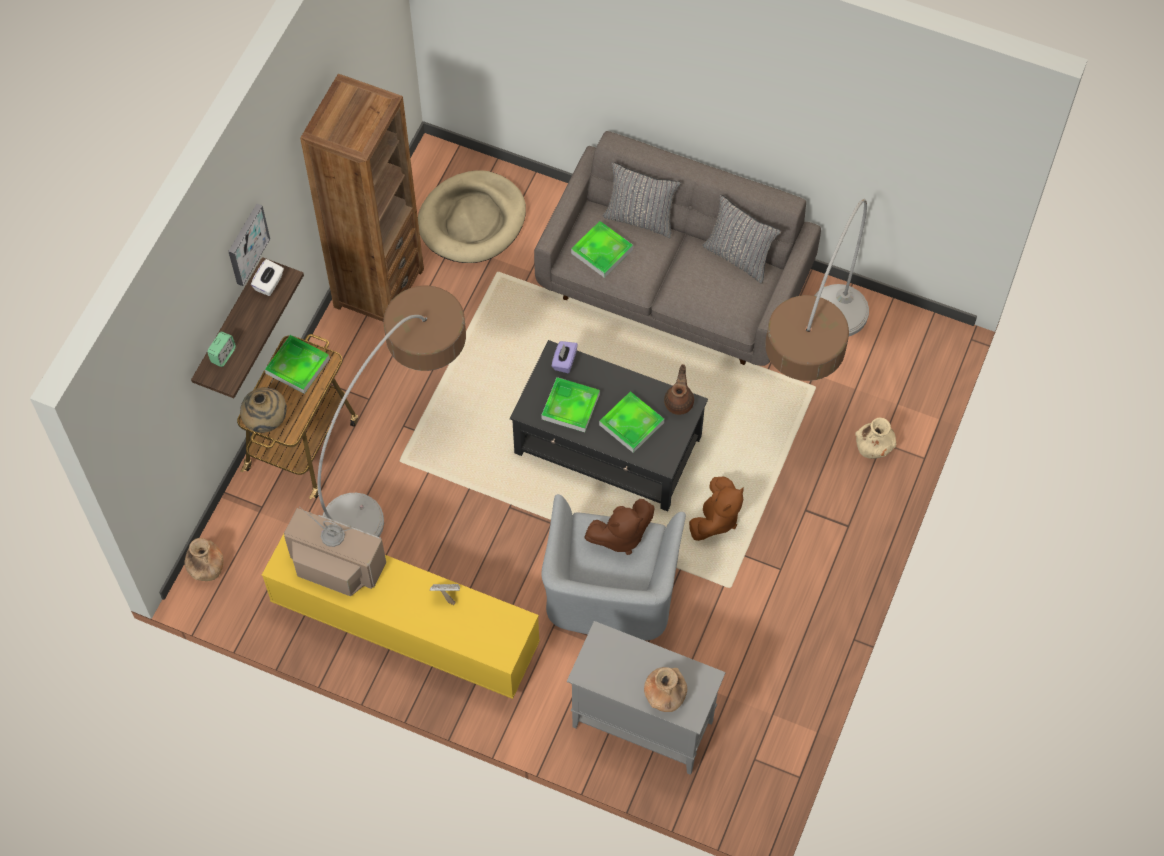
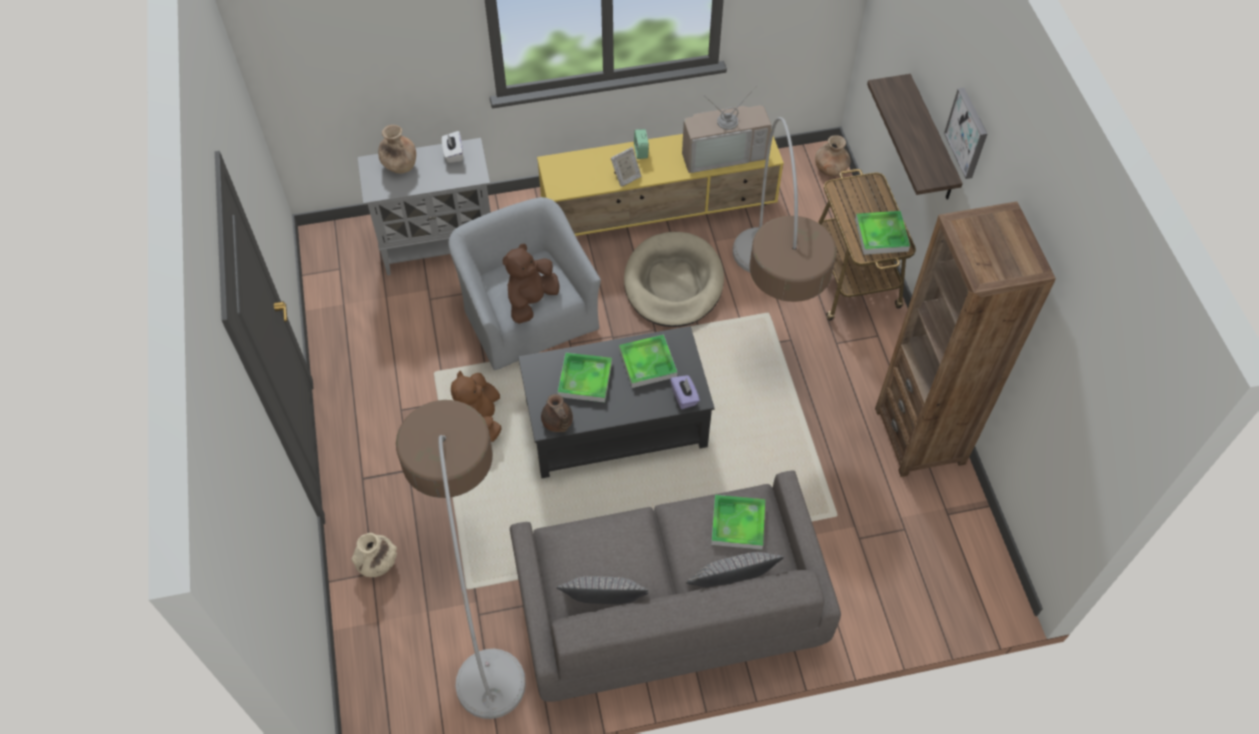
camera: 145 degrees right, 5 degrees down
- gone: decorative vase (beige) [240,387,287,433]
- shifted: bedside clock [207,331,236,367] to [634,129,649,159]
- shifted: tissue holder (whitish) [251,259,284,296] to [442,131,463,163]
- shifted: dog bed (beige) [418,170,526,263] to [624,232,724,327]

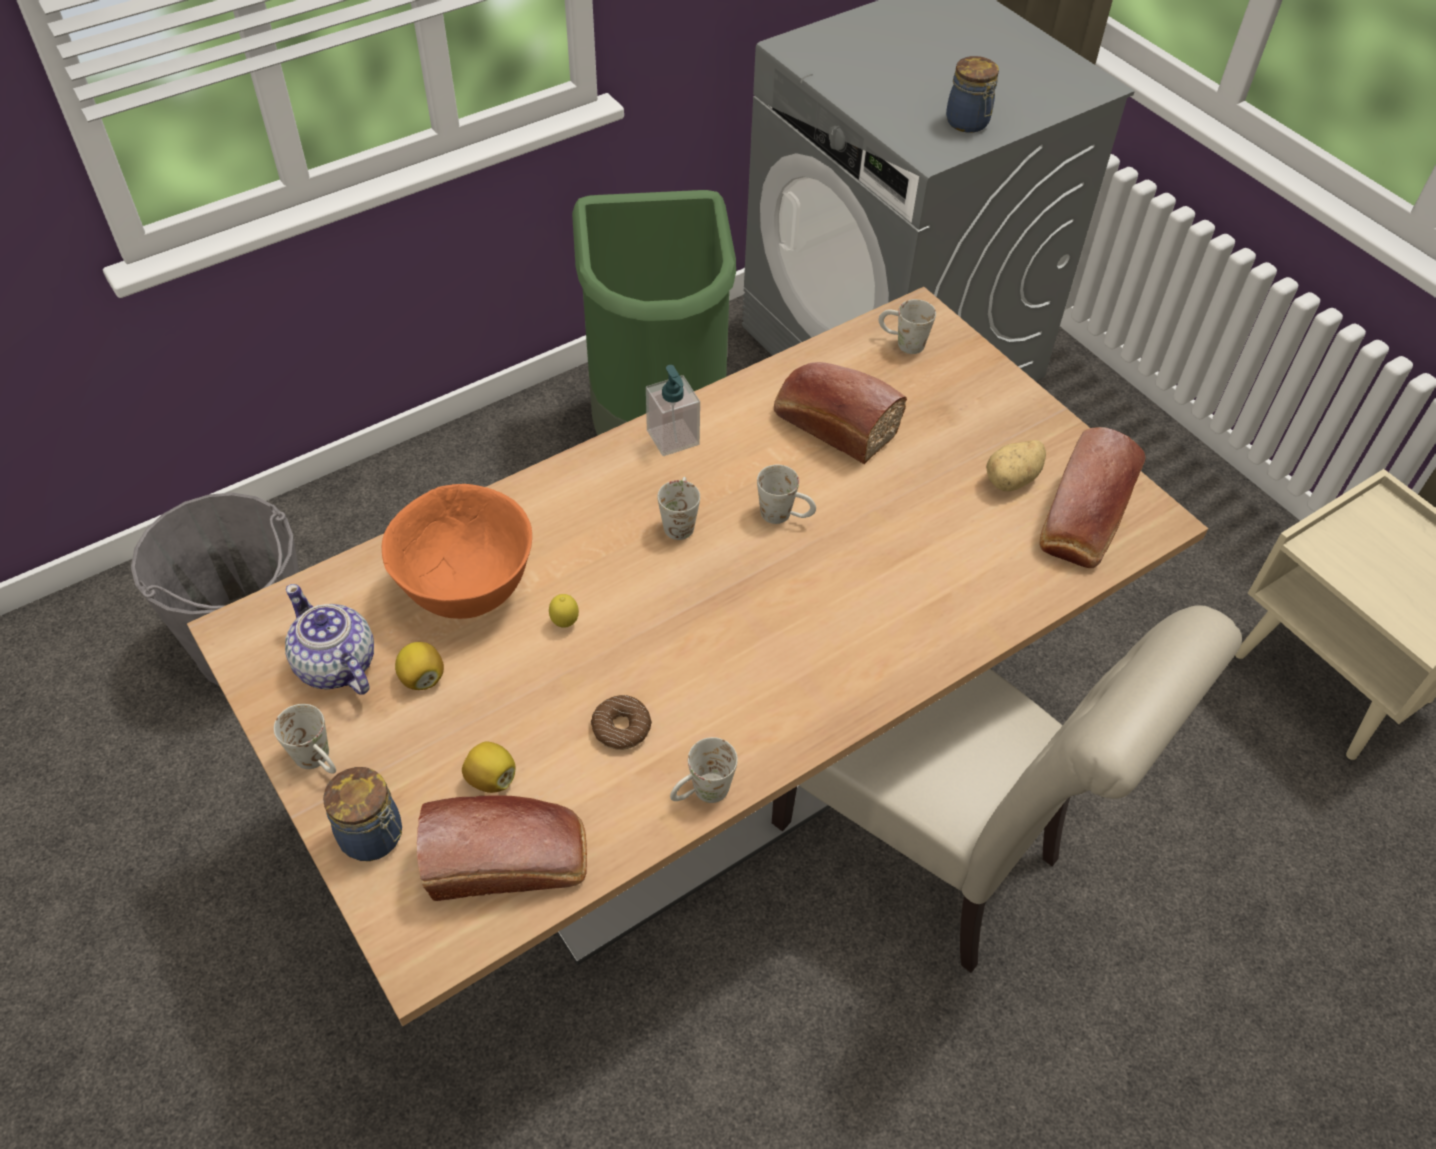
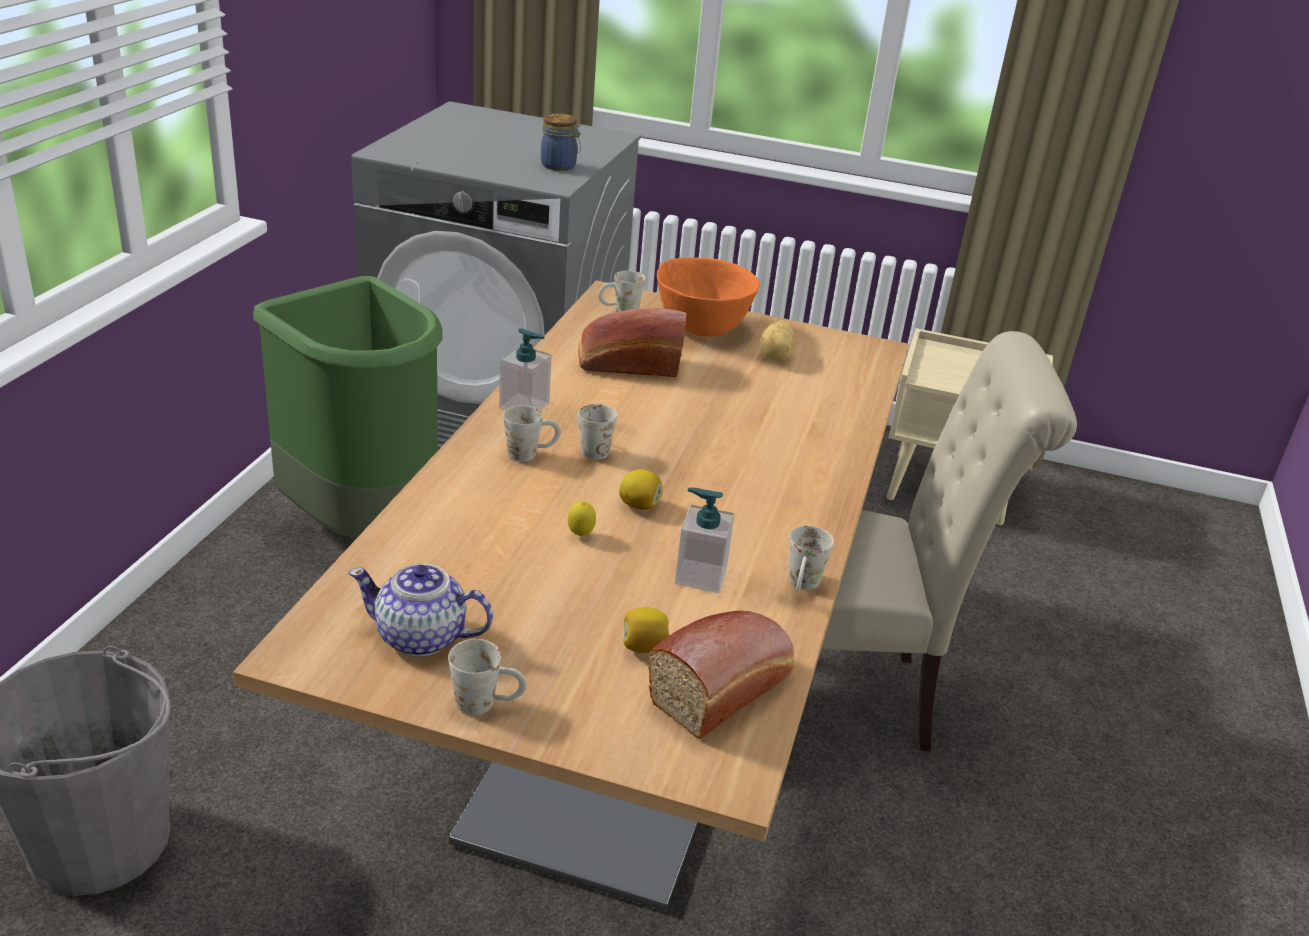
camera: 40 degrees left, 20 degrees down
- gone: storage jar [323,767,402,861]
- gone: bakery bread [1039,427,1146,568]
- shifted: bowl (orangey) [382,484,532,619] to [657,257,760,337]
- shifted: lemon [395,642,444,690] to [619,469,663,510]
- shifted: tea mug (whitish) [757,465,816,524] to [503,405,561,462]
- swapped: doughnut [591,695,652,750] to liquid soap bottle [675,488,735,593]

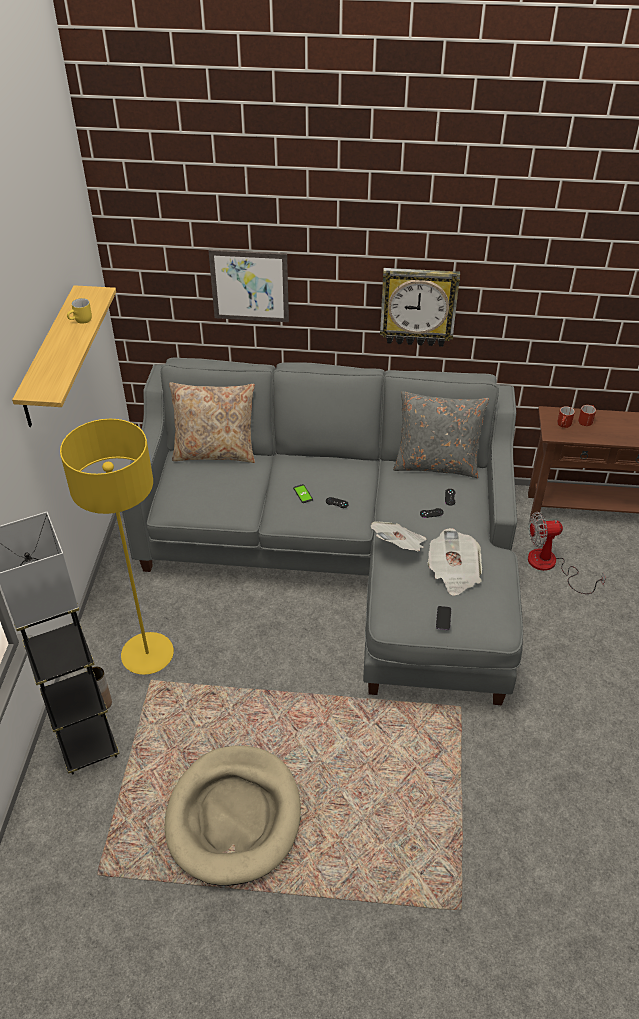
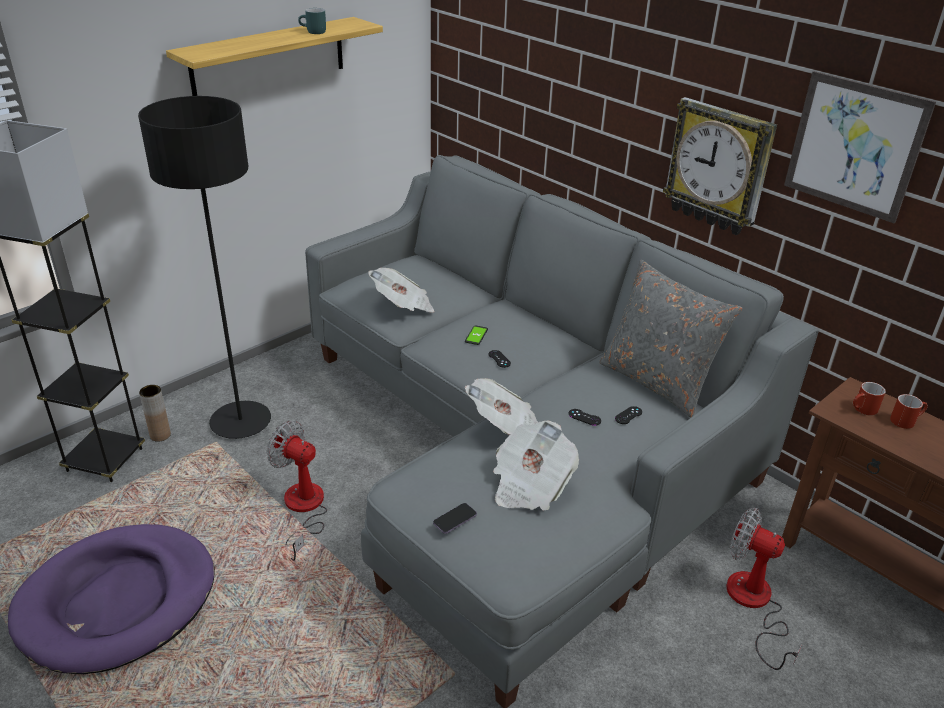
camera: 40 degrees right, 10 degrees down
- gone: throw pillow (beige) [169,382,255,463]
- new: fan [266,421,327,561]
- new: printed paper [368,268,435,312]
- shifted: wall picture [209,250,289,322] to [784,71,936,223]
- repainted: floor lamp (yellow) [60,419,174,675] to floor lamp (black-coloured) [138,96,271,439]
- repainted: tea mug (yellow) [67,298,92,324] to tea mug (turquoise-coloured) [298,8,326,34]
- repainted: dog bed (beige) [164,746,301,886] to dog bed (purple-coloured) [8,524,215,674]

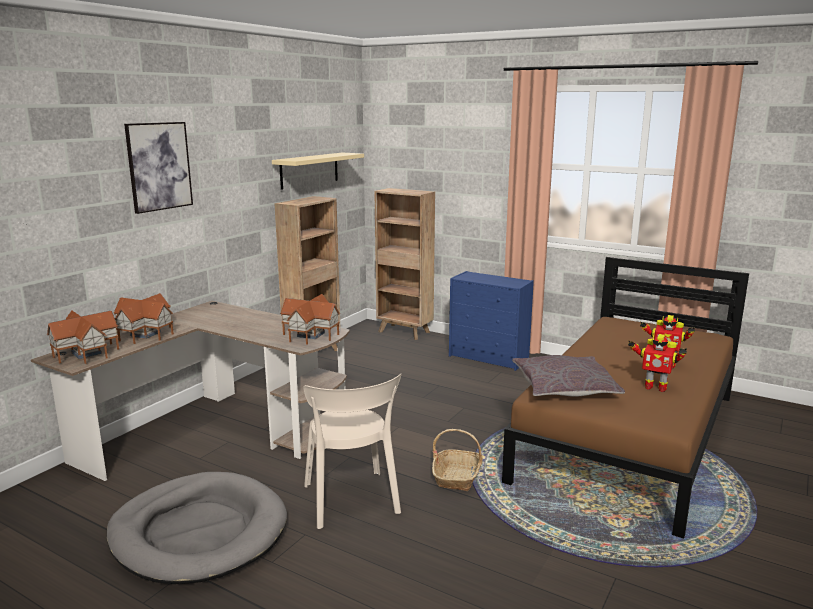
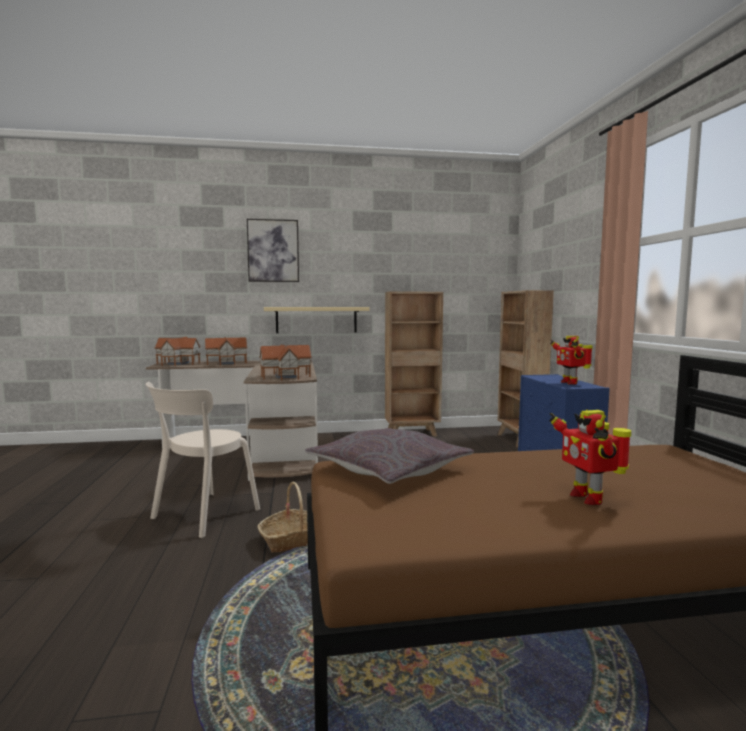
camera: 50 degrees right, 10 degrees down
- gone: dog bed (grey) [107,472,287,584]
- shifted: bracket shelf (beige) [272,153,364,190] to [264,307,370,333]
- shifted: model robot [628,334,687,392] to [550,336,593,385]

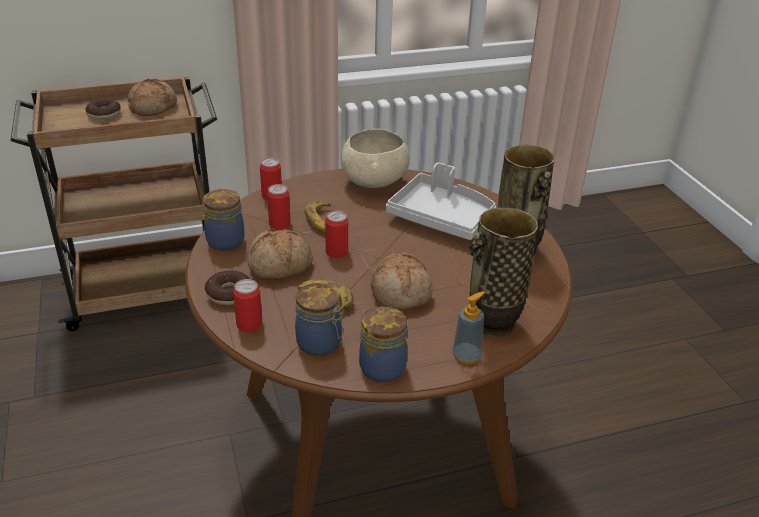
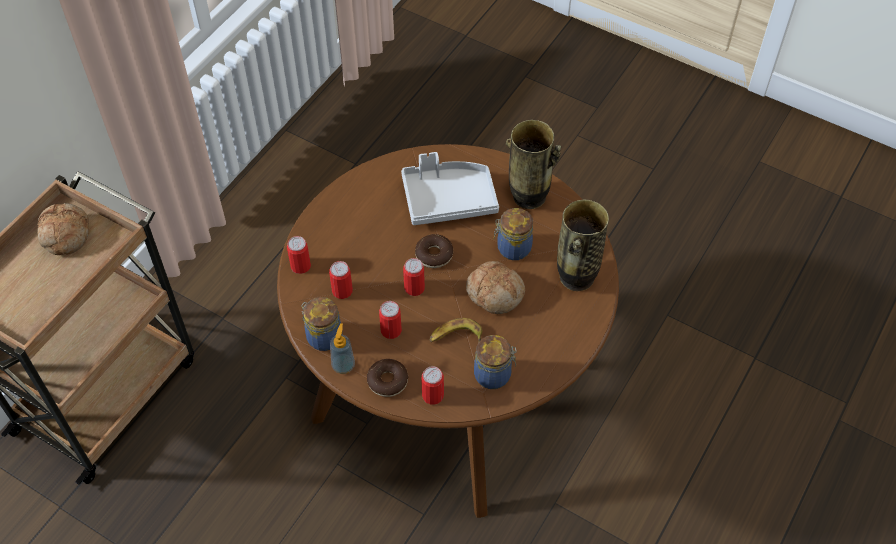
camera: 40 degrees left, 20 degrees up
- gone: banana [304,200,331,233]
- gone: bowl (beige) [341,129,410,188]
- shifted: doughnut [85,98,121,120] to [415,234,453,268]
- shifted: storage jar [359,307,407,382] to [494,208,533,260]
- shifted: liquid soap bottle [452,291,486,365] to [330,323,355,374]
- swapped: bakery bread [247,229,313,280] to can [379,301,402,339]

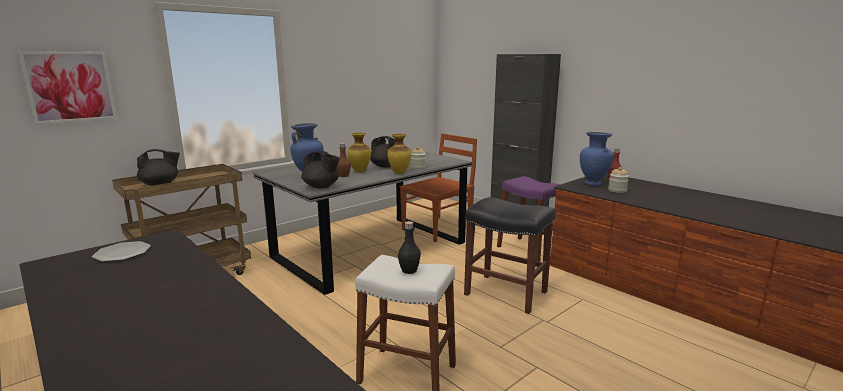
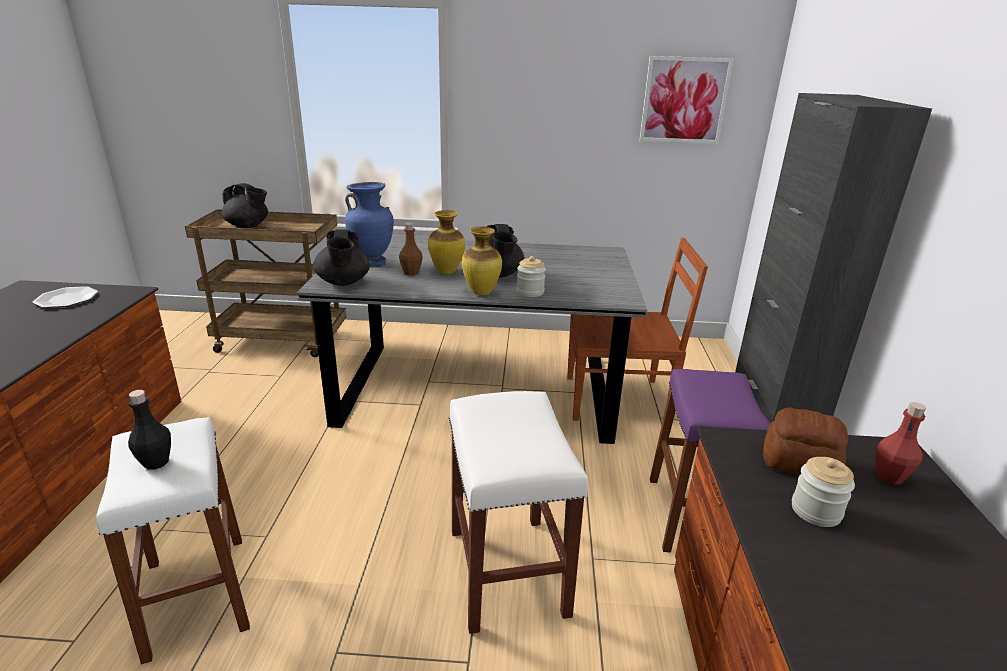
camera: 45 degrees right, 10 degrees up
- shifted: wall picture [18,51,117,125] to [639,56,733,144]
- swapped: decorative vase (bluish) [580,132,613,186] to bakery bread [763,408,848,475]
- repainted: stool seat (black-coloured) [464,197,555,314] to stool seat (whitish) [449,391,588,634]

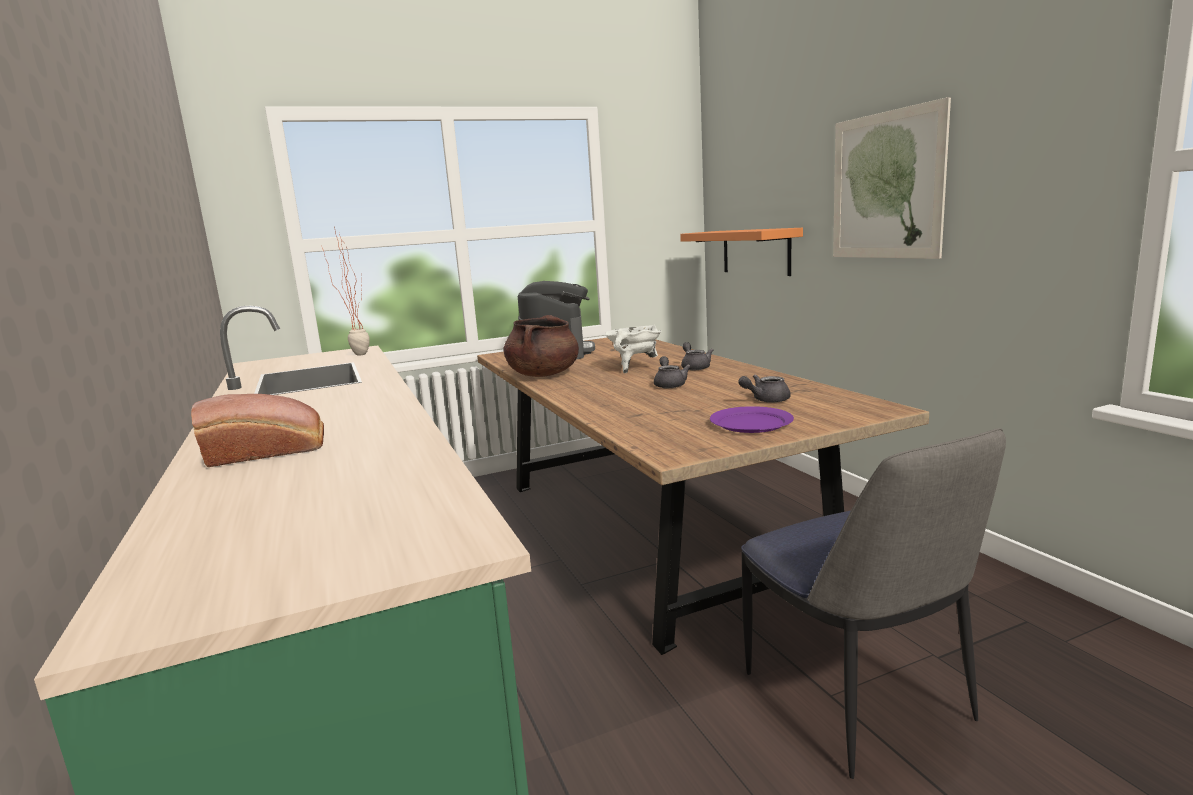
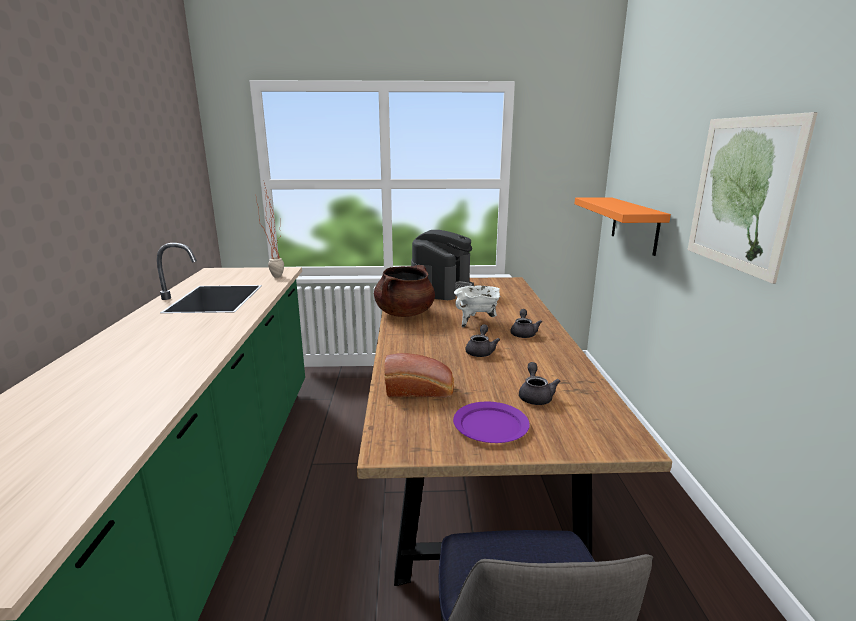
camera: 20 degrees right, 5 degrees up
- shifted: bakery bread [191,394,324,467] to [384,353,454,397]
- rotated: teapot (grey) [738,375,791,403] = [519,362,560,405] 90 degrees clockwise

